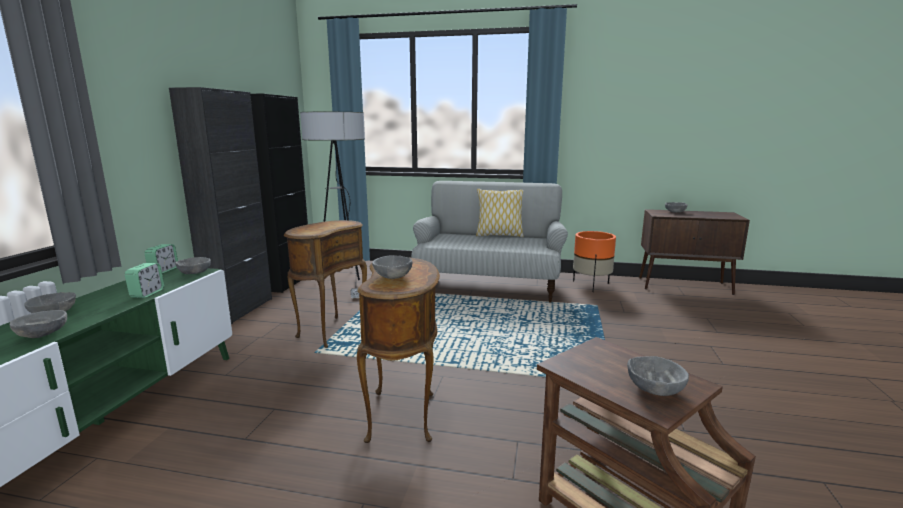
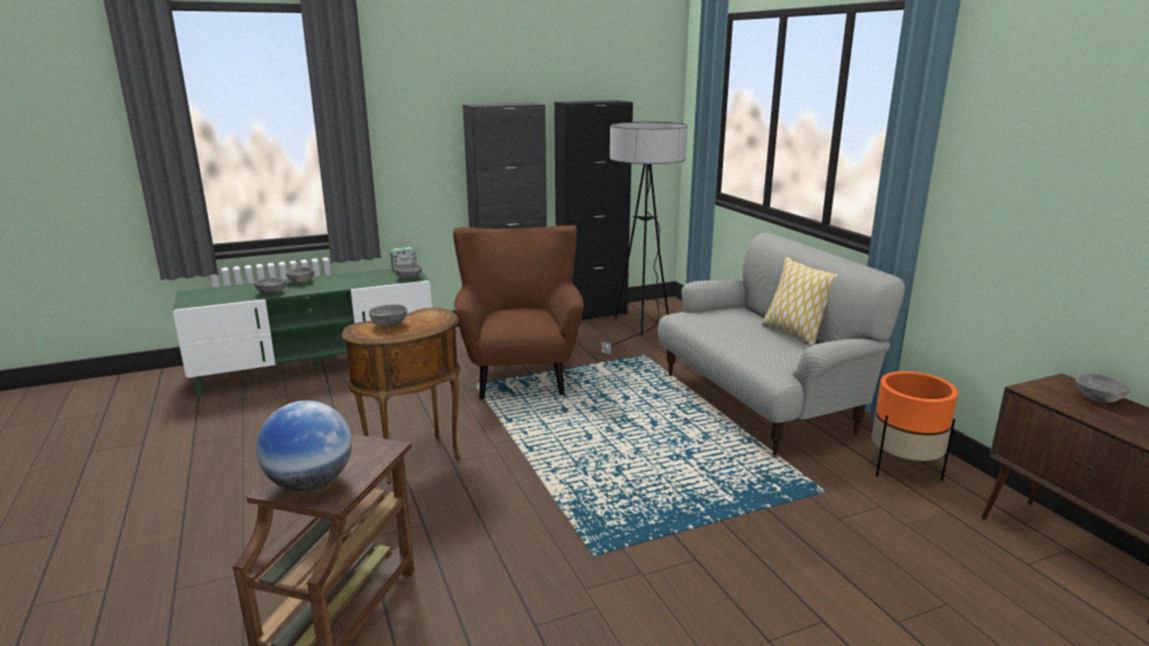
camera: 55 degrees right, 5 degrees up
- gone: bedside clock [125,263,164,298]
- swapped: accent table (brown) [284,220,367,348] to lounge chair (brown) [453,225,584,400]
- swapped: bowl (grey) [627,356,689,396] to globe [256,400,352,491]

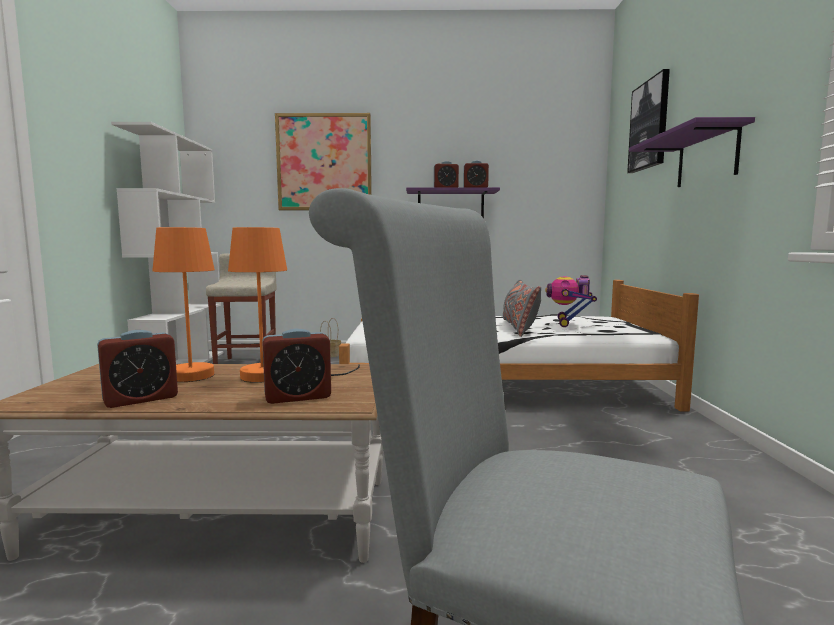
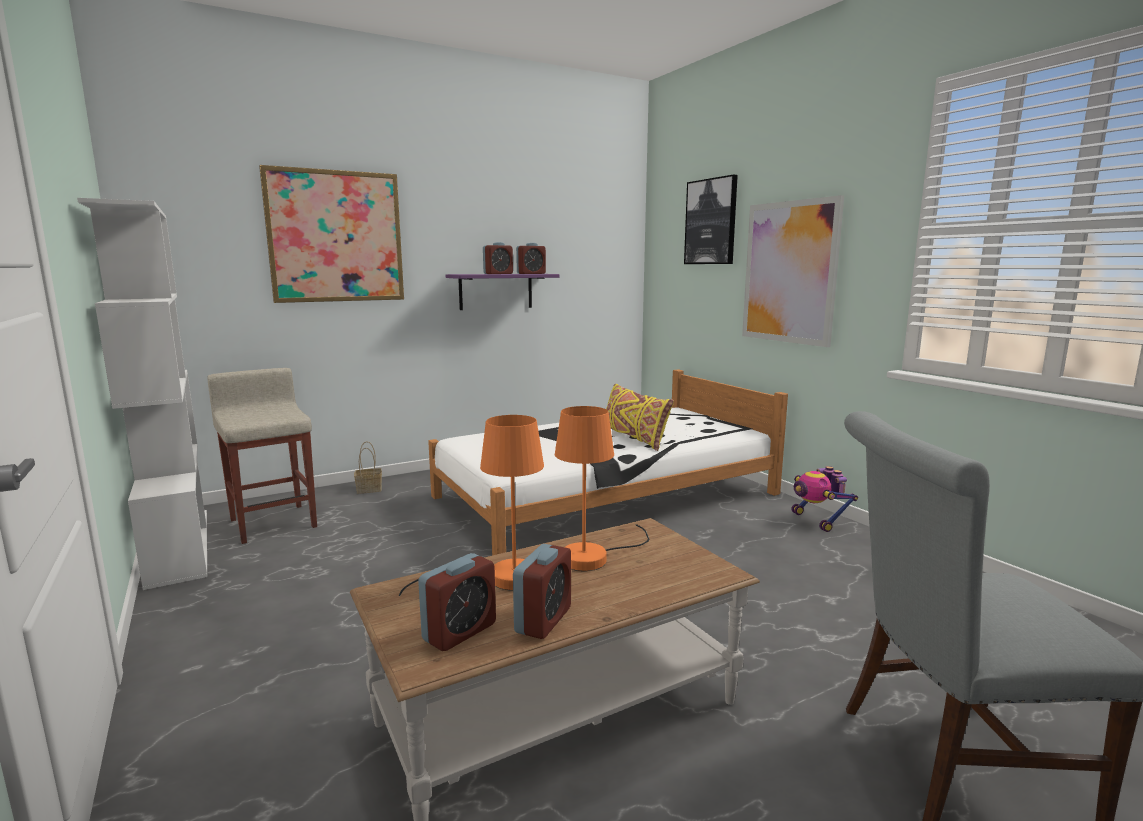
camera: 30 degrees left, 5 degrees up
- shifted: bedside clock [262,329,331,404] to [418,553,496,651]
- shifted: model robot [545,275,597,327] to [791,466,858,532]
- swapped: bracket shelf (purple-coloured) [629,117,755,187] to wall picture [742,195,844,347]
- repainted: throw pillow (grey) [503,279,541,337] to throw pillow (yellow) [606,384,674,451]

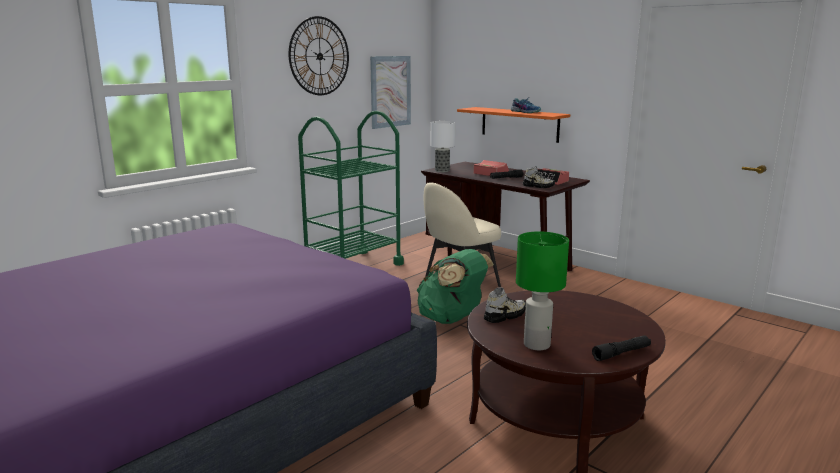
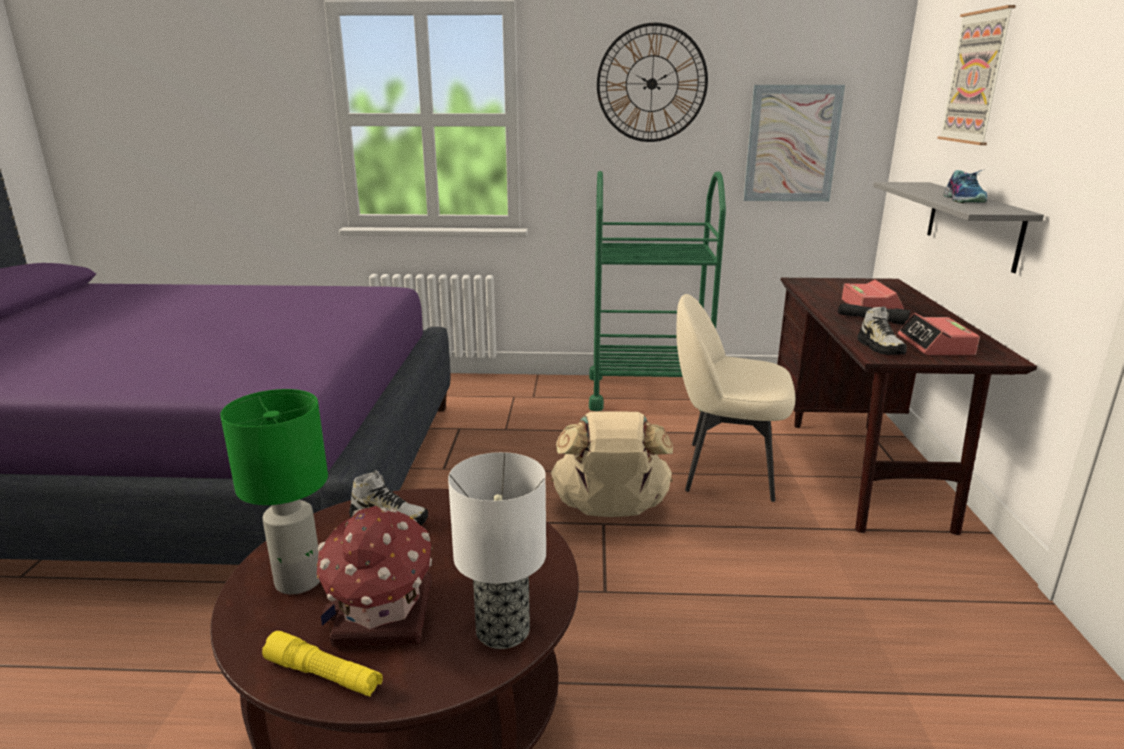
camera: 50 degrees right, 5 degrees up
- new: miniature house [317,506,433,647]
- new: wall picture [937,5,1016,145]
- shifted: tabletop lamp [431,121,455,172] to [448,452,546,649]
- repainted: rucksack (green) [417,249,494,324] to rucksack (beige) [551,411,673,517]
- repainted: bracket shelf (orangey) [457,107,570,143] to bracket shelf (grey) [873,182,1044,273]
- repainted: torch (black-coloured) [592,335,651,361] to torch (yellow) [262,631,383,697]

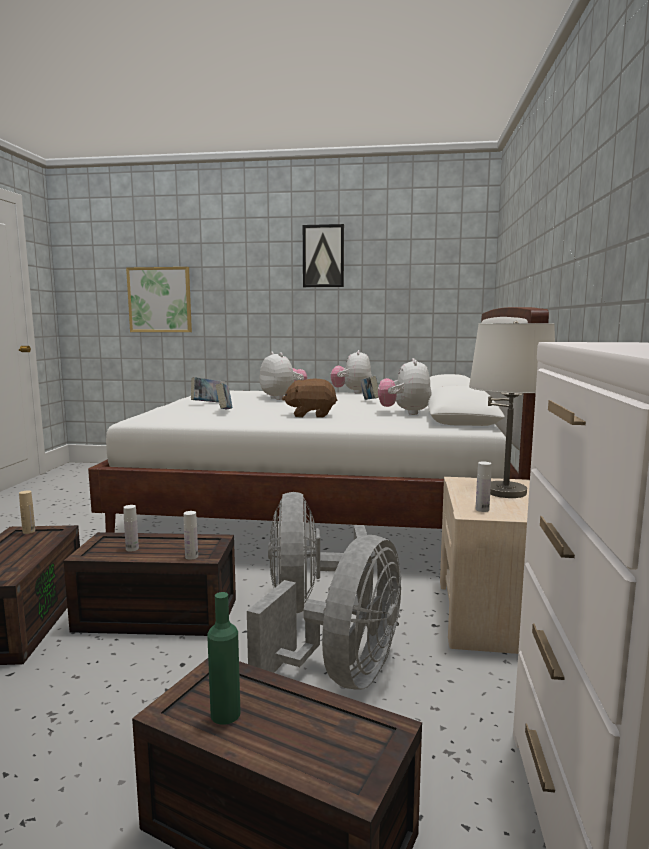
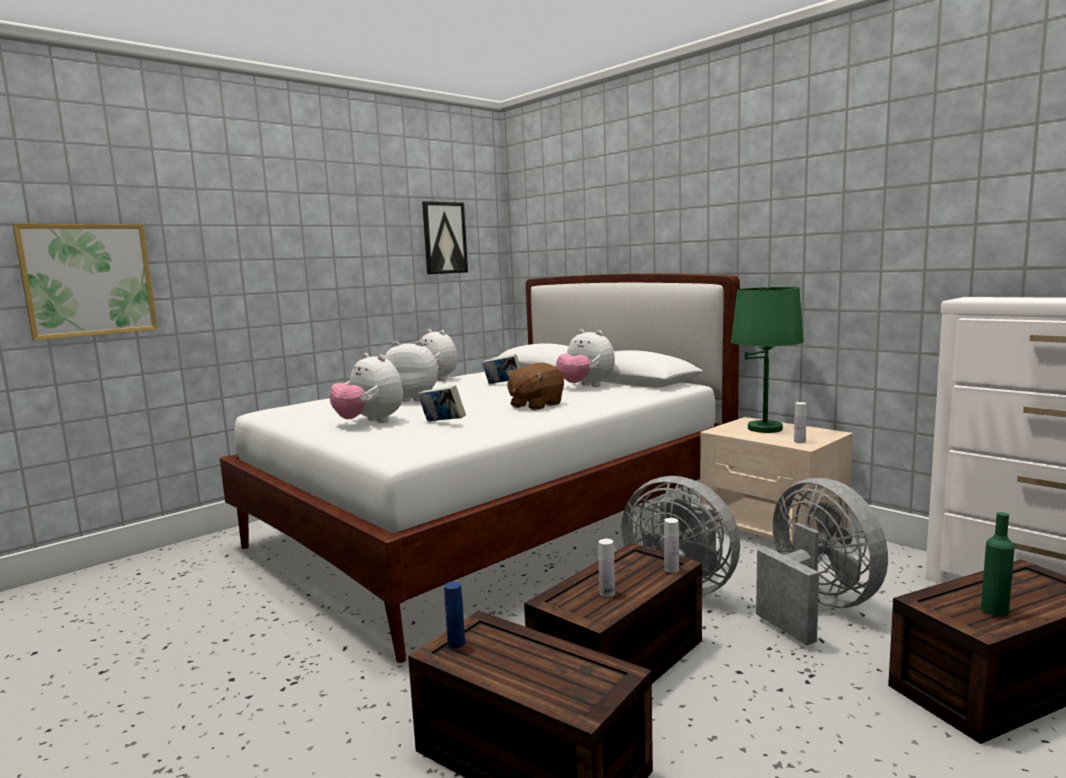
camera: 50 degrees left, 0 degrees up
- shifted: wall picture [303,224,344,287] to [422,201,468,274]
- swapped: bound book [191,377,225,403] to cuddly toy [330,353,403,423]
- repainted: beverage bottle (beige) [19,490,35,534] to beverage bottle (bluish) [444,581,465,648]
- repainted: tabletop lamp (whitish) [469,321,555,498] to tabletop lamp (green) [731,287,804,433]

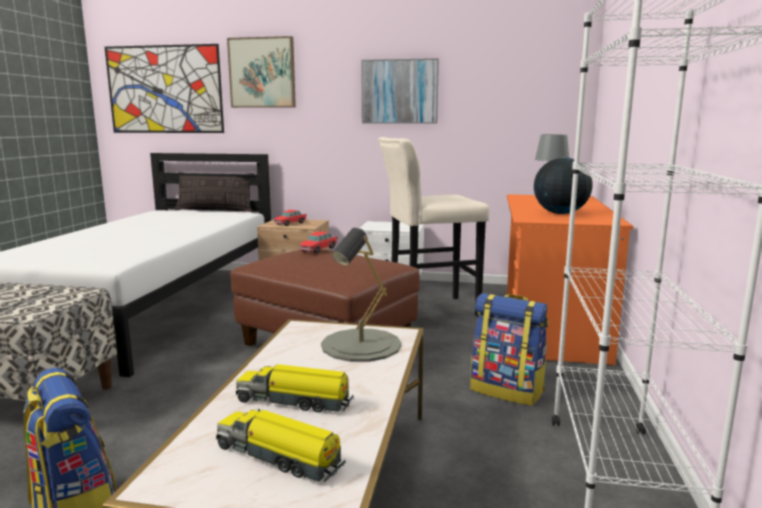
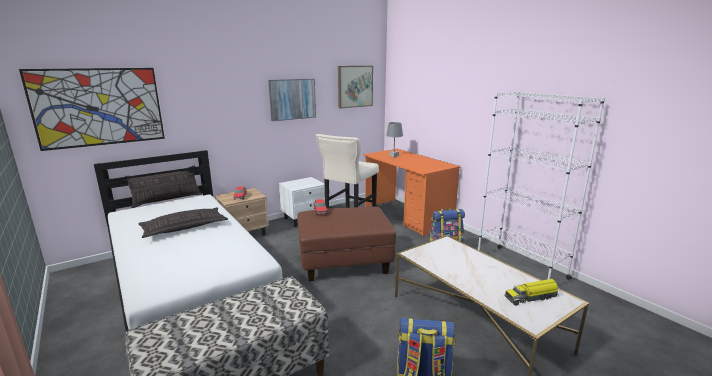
camera: 45 degrees left, 5 degrees up
- gone: model truck [236,364,354,412]
- gone: tabletop lamp (grey) [321,228,402,362]
- gone: globe [534,158,593,214]
- new: throw pillow [138,207,228,238]
- shifted: wall picture [227,36,296,108] to [338,66,373,108]

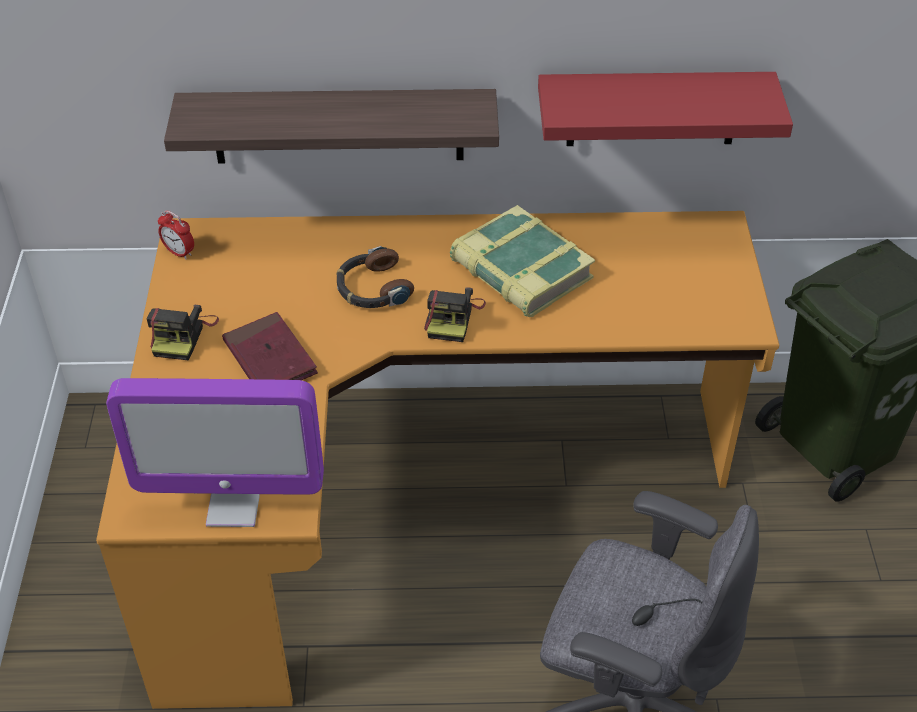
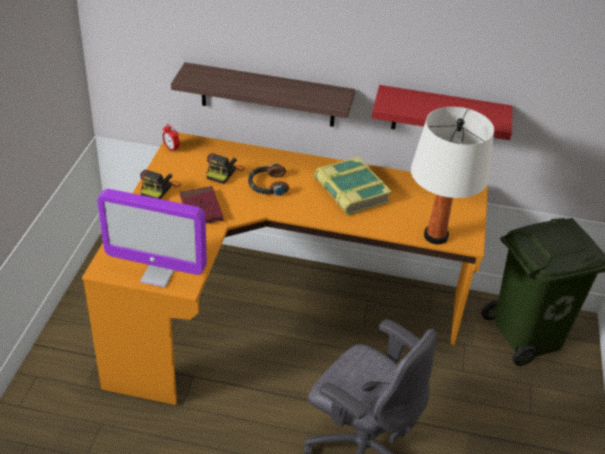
camera: 10 degrees right, 5 degrees down
- new: tabletop lamp (whitish) [411,107,494,244]
- shifted: photo camera [424,287,486,342] to [206,153,245,184]

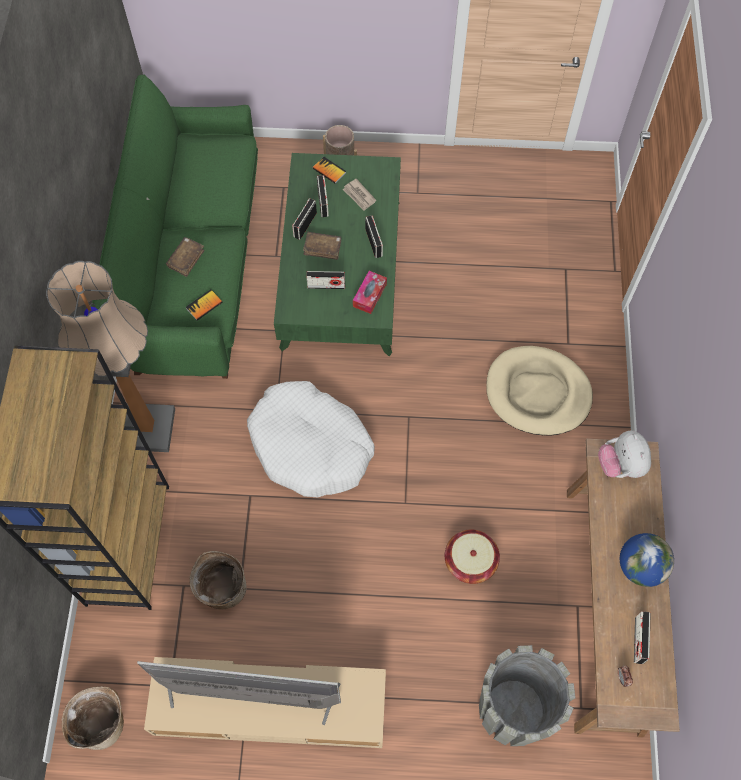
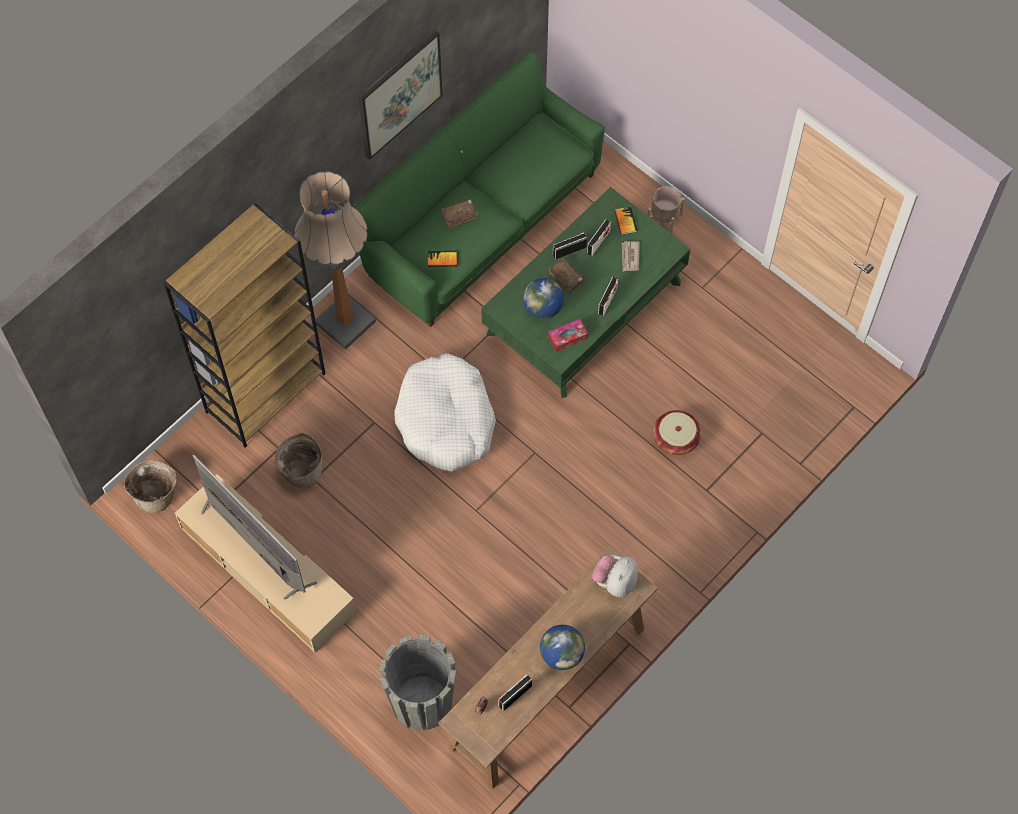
camera: 40 degrees right, 0 degrees up
- gone: dog bed (beige) [486,346,593,435]
- new: wall picture [358,30,443,160]
- shifted: household basket [445,529,500,584] to [653,410,701,455]
- swapped: radio receiver [306,271,345,289] to globe [523,278,564,319]

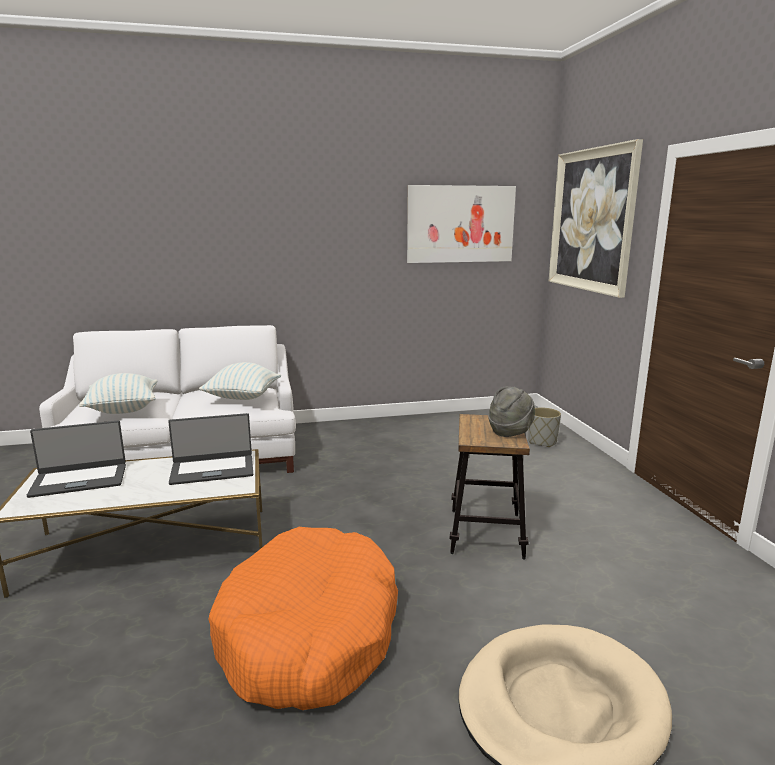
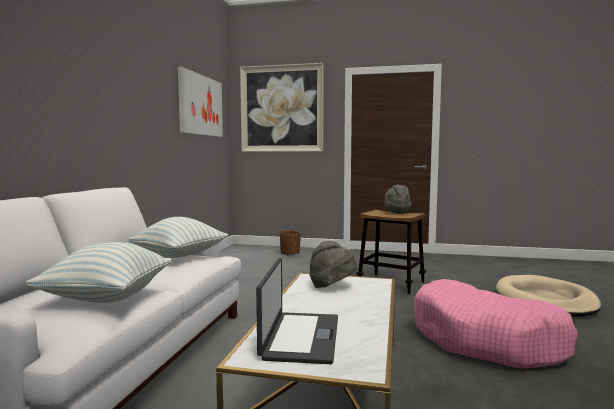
camera: 65 degrees left, 10 degrees down
- swapped: notebook computer [168,413,253,485] to clothing hat (grey) [309,241,357,288]
- repainted: dog bed (orangey) [208,527,398,710] to dog bed (pink-coloured) [414,279,578,369]
- repainted: plant pot (grey) [528,408,561,447] to plant pot (brown) [280,230,301,256]

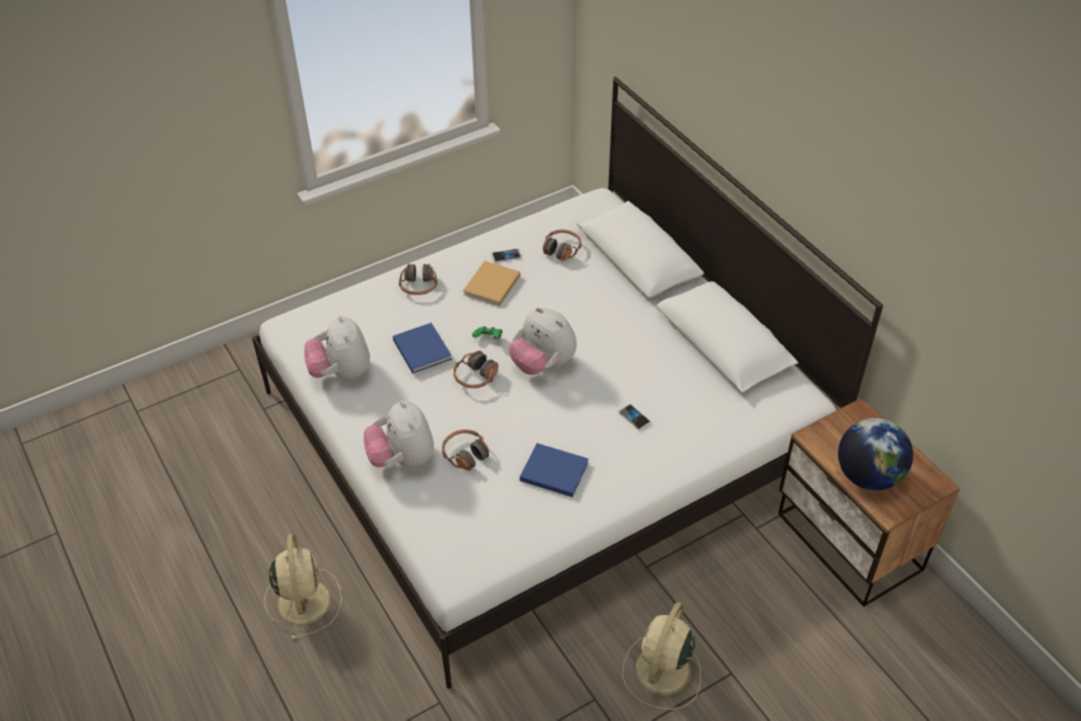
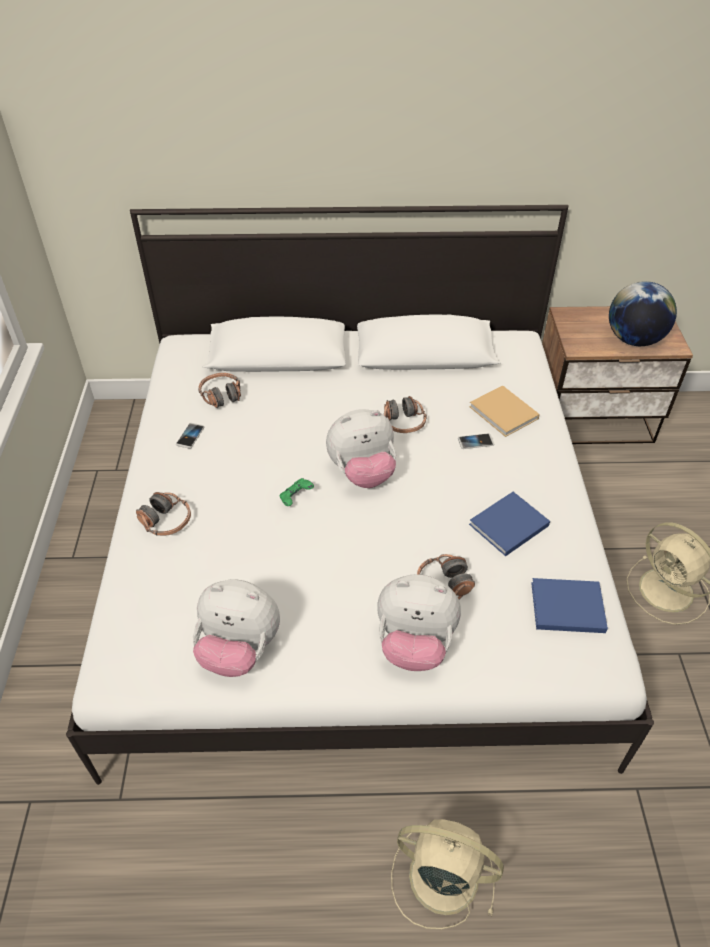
camera: 60 degrees left, 0 degrees up
- shifted: bound book (bluish) [393,323,452,374] to [531,578,608,633]
- shifted: headset [453,351,498,388] to [384,396,427,433]
- shifted: bound book (beige) [463,261,520,306] to [469,385,540,437]

